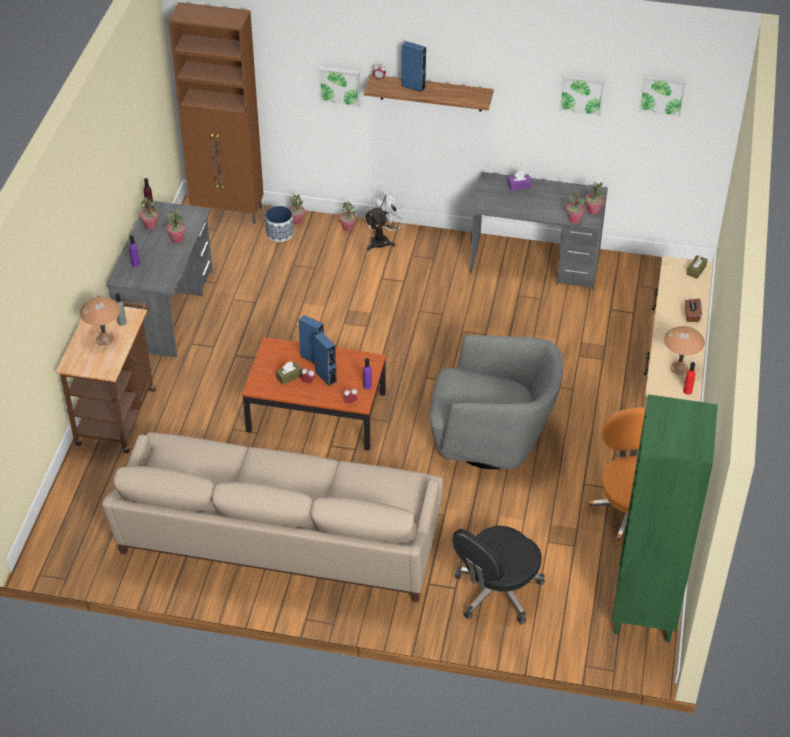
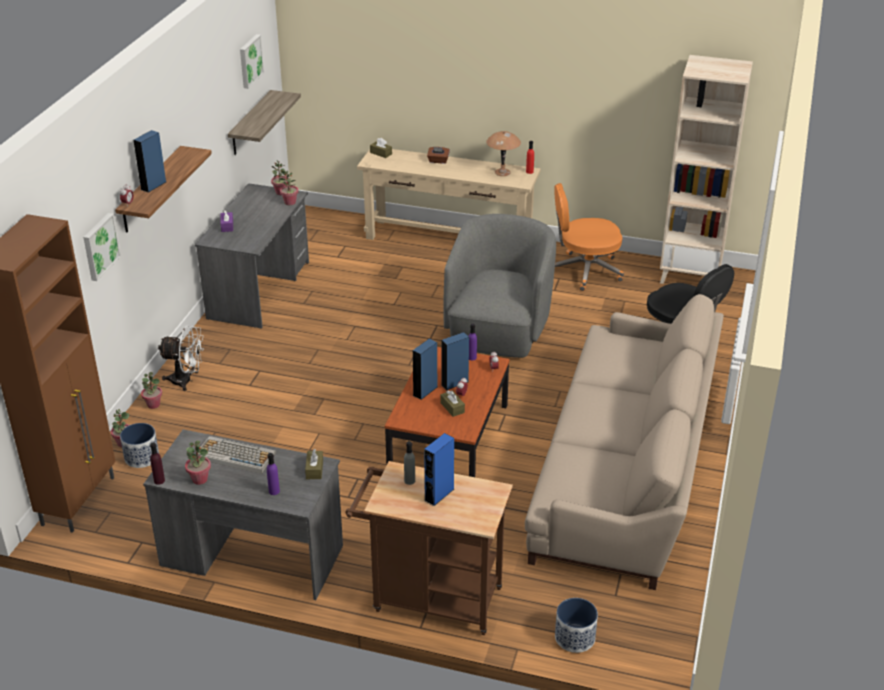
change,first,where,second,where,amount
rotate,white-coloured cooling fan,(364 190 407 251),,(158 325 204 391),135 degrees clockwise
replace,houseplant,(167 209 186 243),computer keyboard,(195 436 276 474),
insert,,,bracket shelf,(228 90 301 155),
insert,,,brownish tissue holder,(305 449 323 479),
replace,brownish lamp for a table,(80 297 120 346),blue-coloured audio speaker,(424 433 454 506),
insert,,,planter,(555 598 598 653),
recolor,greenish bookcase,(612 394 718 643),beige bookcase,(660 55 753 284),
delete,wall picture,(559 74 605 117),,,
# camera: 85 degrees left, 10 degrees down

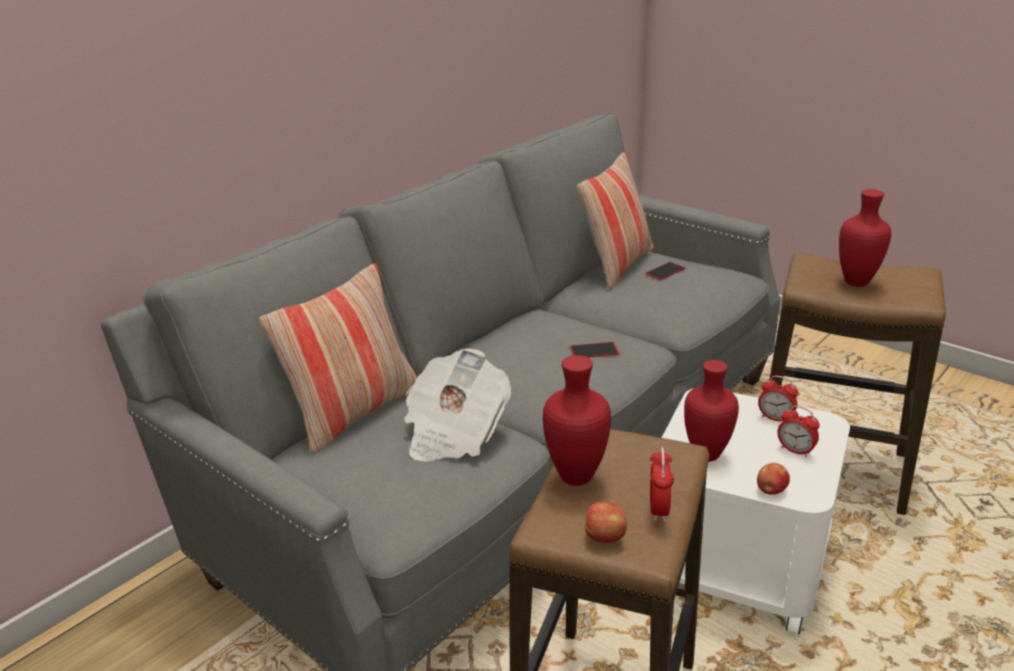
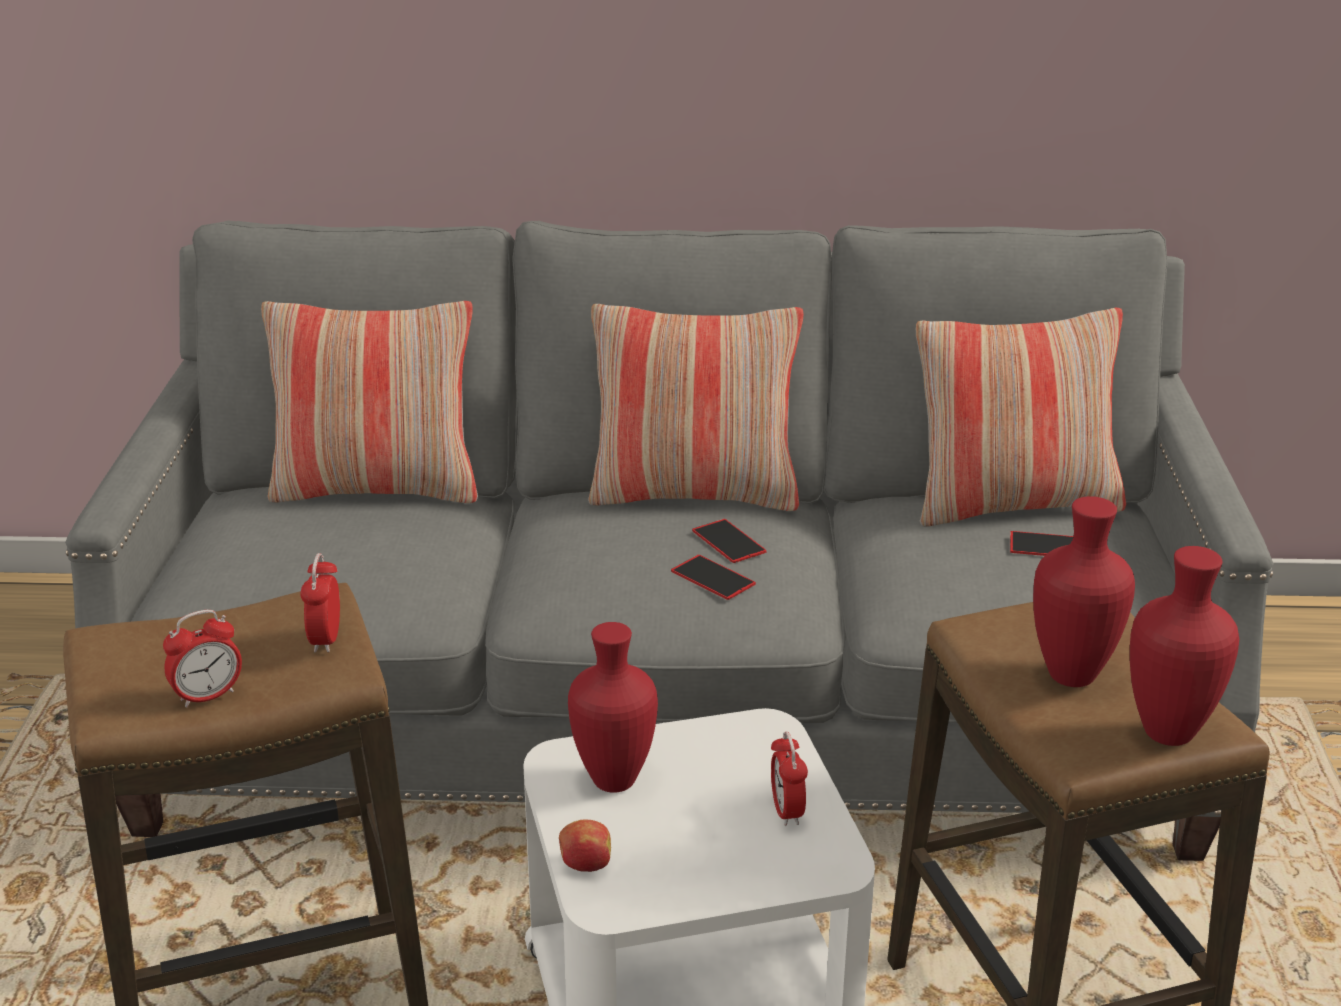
change,first,where,second,where,amount
move,alarm clock,(777 406 820 457),,(300 553 340 653),
insert,,,throw pillow,(588 304 803 511),
insert,,,phone,(692 519 766 563),
move,red decorative vase,(543 355 611 486),,(1130 546 1239 746),
delete,printed paper,(404 348 511 461),,,
delete,apple,(585 502 627 543),,,
# camera: 50 degrees right, 0 degrees up

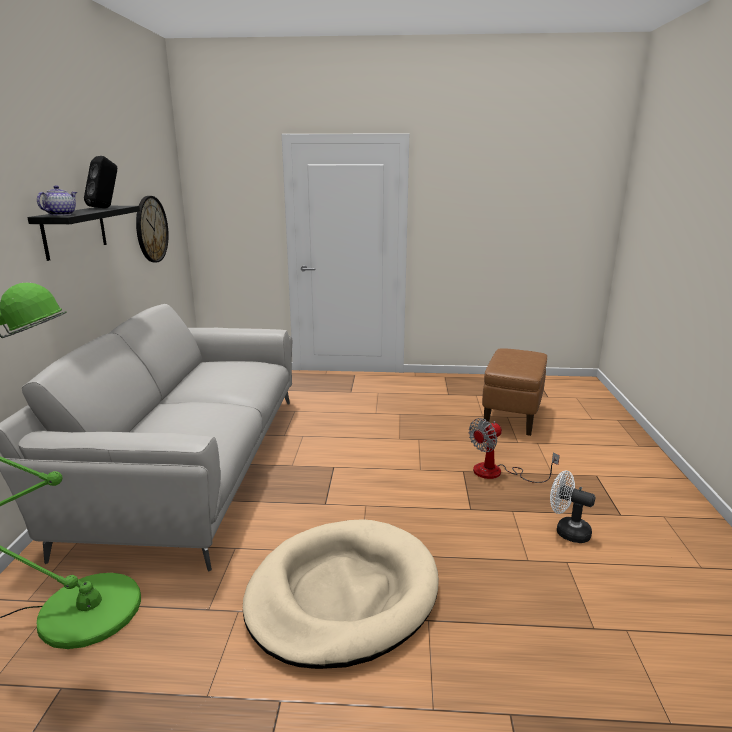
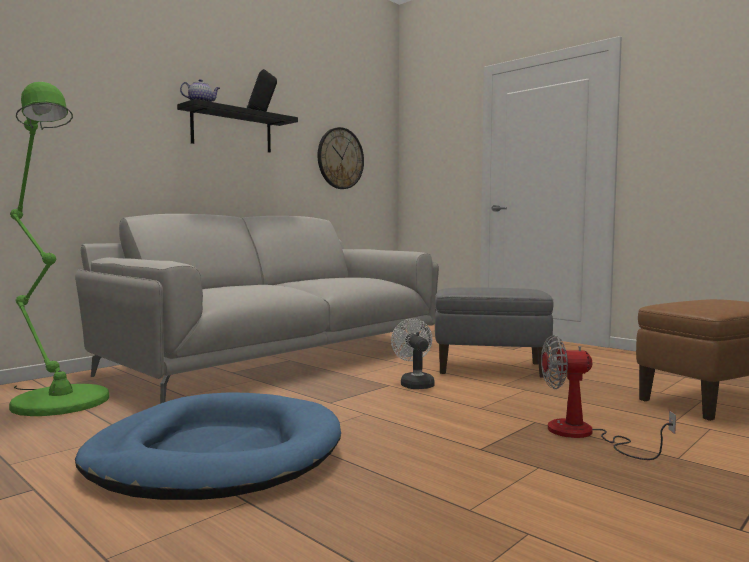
change,first,where,second,where,amount
recolor,beige dog cushion,(243 519 439 669),blue-coloured dog cushion,(75 392 341 500),
move,white-coloured cooling fan,(550 471 595 543),,(391 318 435 389),
insert,,,greyish pouffe,(435 287 553 378),
# camera: 40 degrees right, 15 degrees down

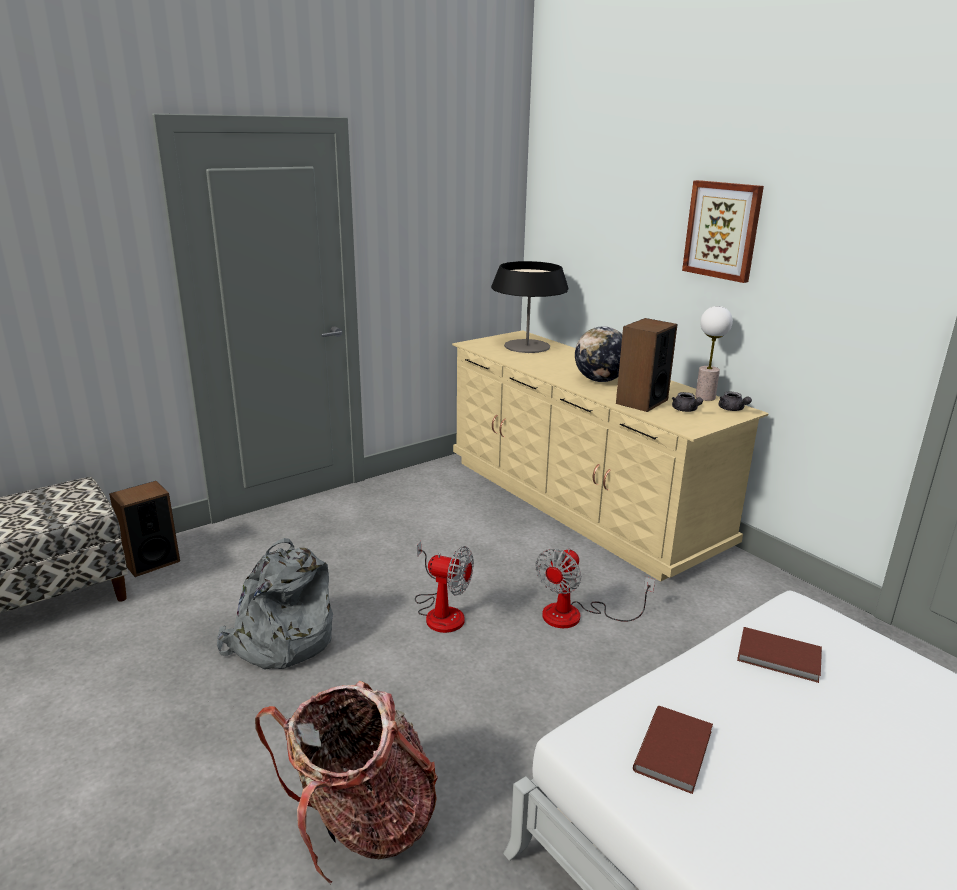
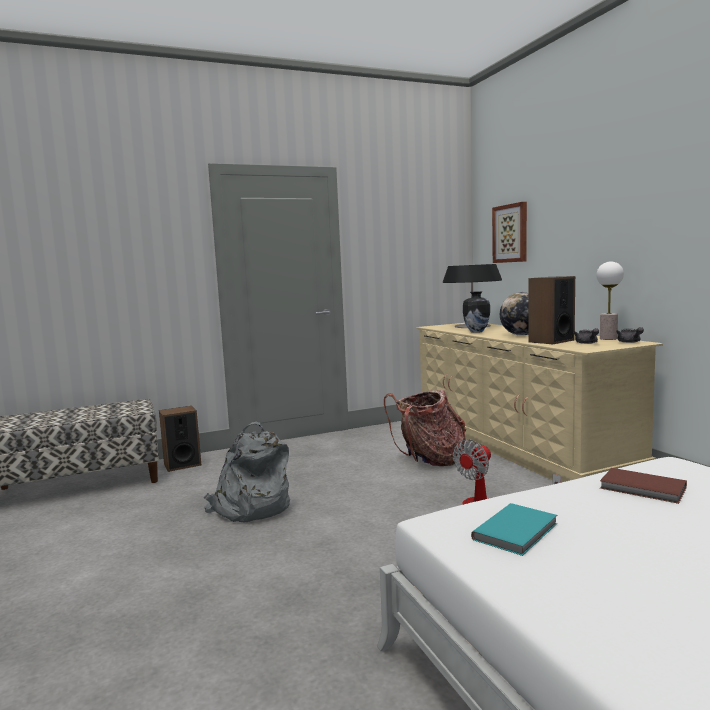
change,first,where,second,where,amount
move,knapsack,(255 680 438 884),,(384 390 466 466),
insert,,,decorative vase,(463 291 490 333),
recolor,brownish volume,(633 706 713 794),blue-green volume,(471 503 557 556),
move,wall picture,(682 180 764 283),,(492 202 527 263),
delete,cooling fan,(415 541 474 633),,,
# camera: 15 degrees right, 15 degrees down

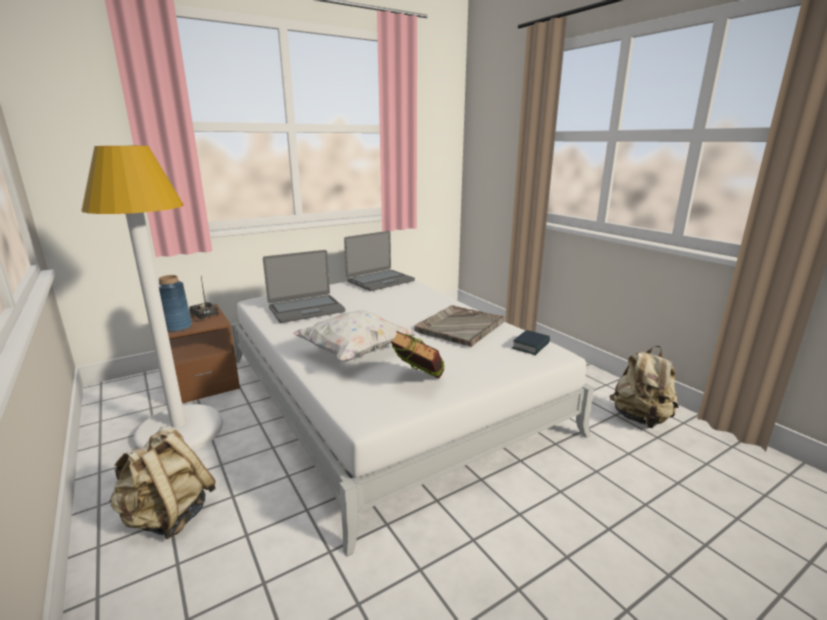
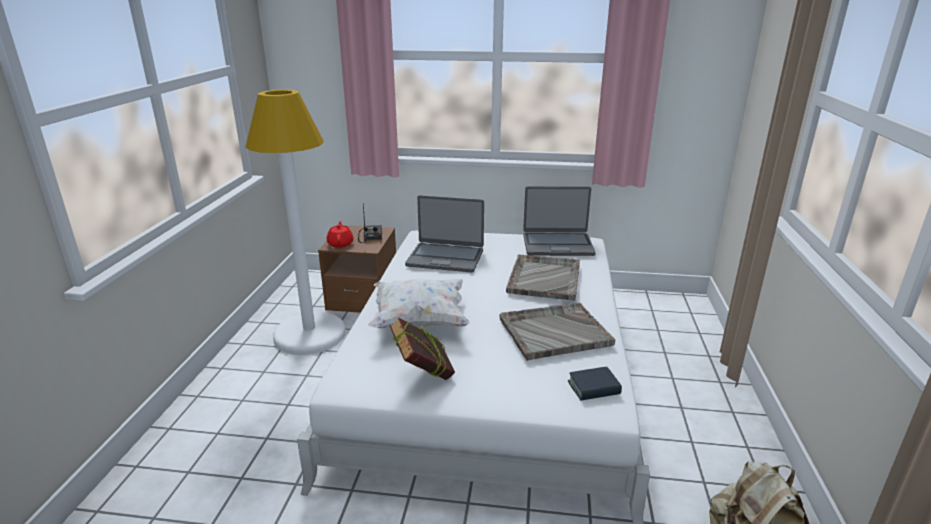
change,first,where,second,where,amount
replace,blue-coloured decorative vase,(158 275 192 332),red pot for tea,(327 221 353 248),
insert,,,greyish tray,(506 254 580 301),
delete,beige knapsack,(109 426 216 539),,,
# camera: 40 degrees right, 5 degrees up

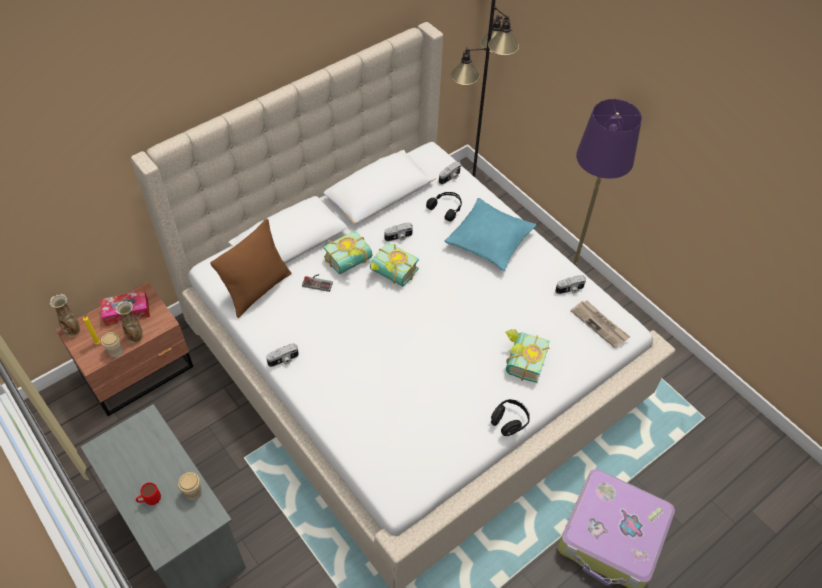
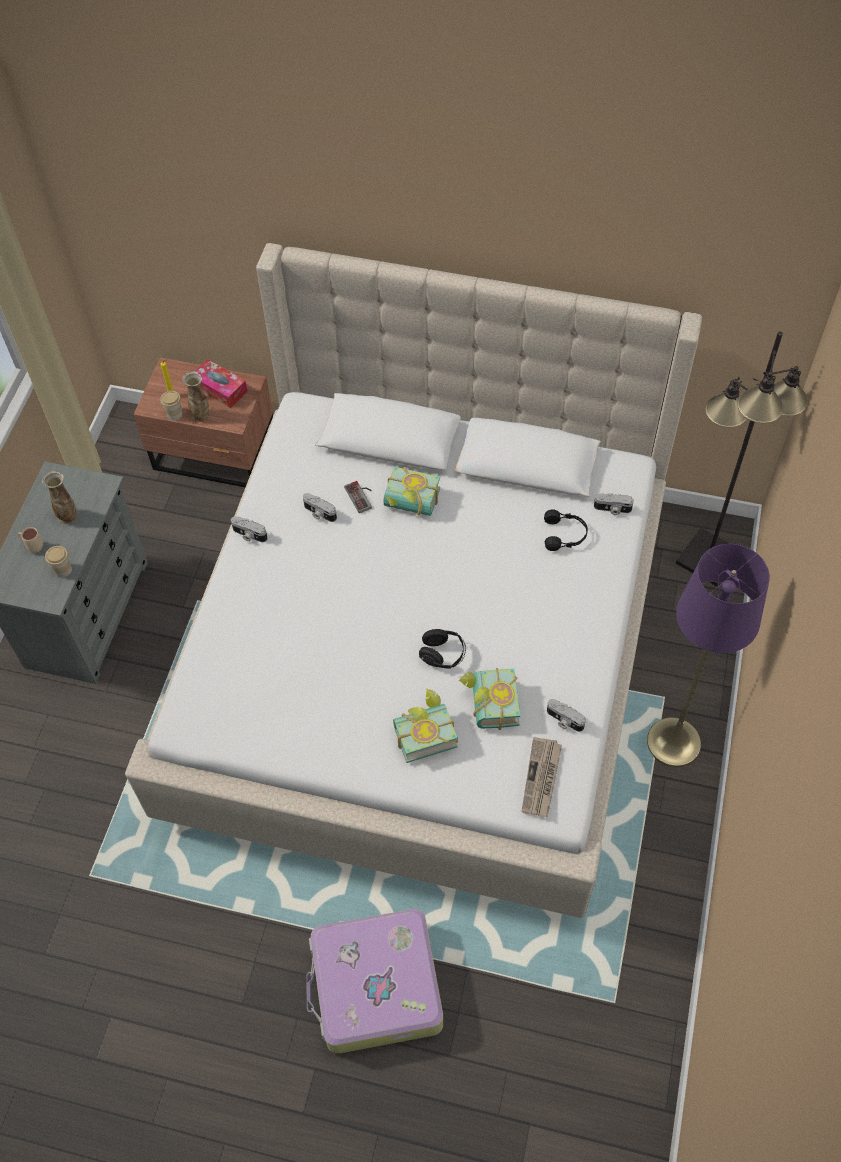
change,first,where,second,where,amount
recolor,red tea mug,(136 482 161 505),beige tea mug,(18 527 43 553),
move,decorative vase,(49 294 81 337),,(42 471 77 524),
move,photo camera,(384 222 413 241),,(303 493 337 522),
move,black-coloured headphones,(491 399 530 436),,(419 629 466 668),
move,volume,(370 242 419 287),,(459 668 520 730),
delete,brownish throw pillow,(210 219 291 318),,,
delete,blue-green throw pillow,(445 198 536 271),,,
# camera: 55 degrees right, 5 degrees up

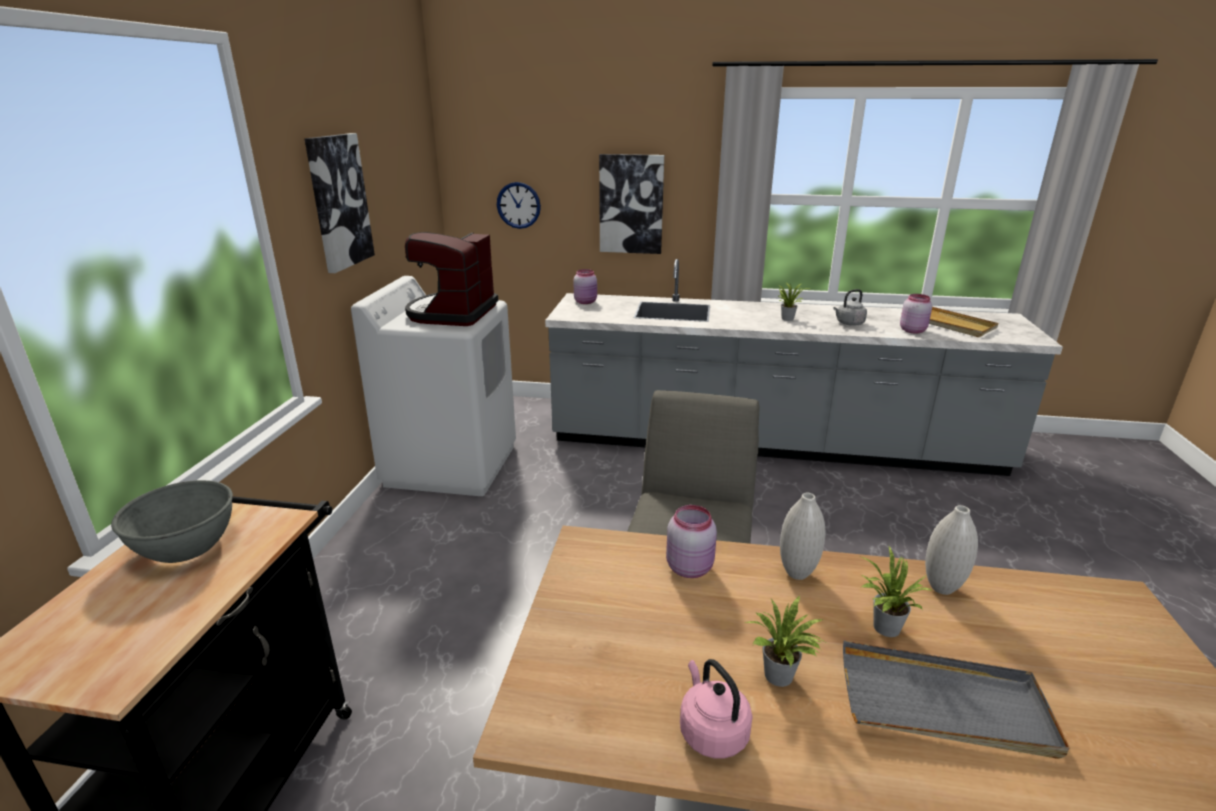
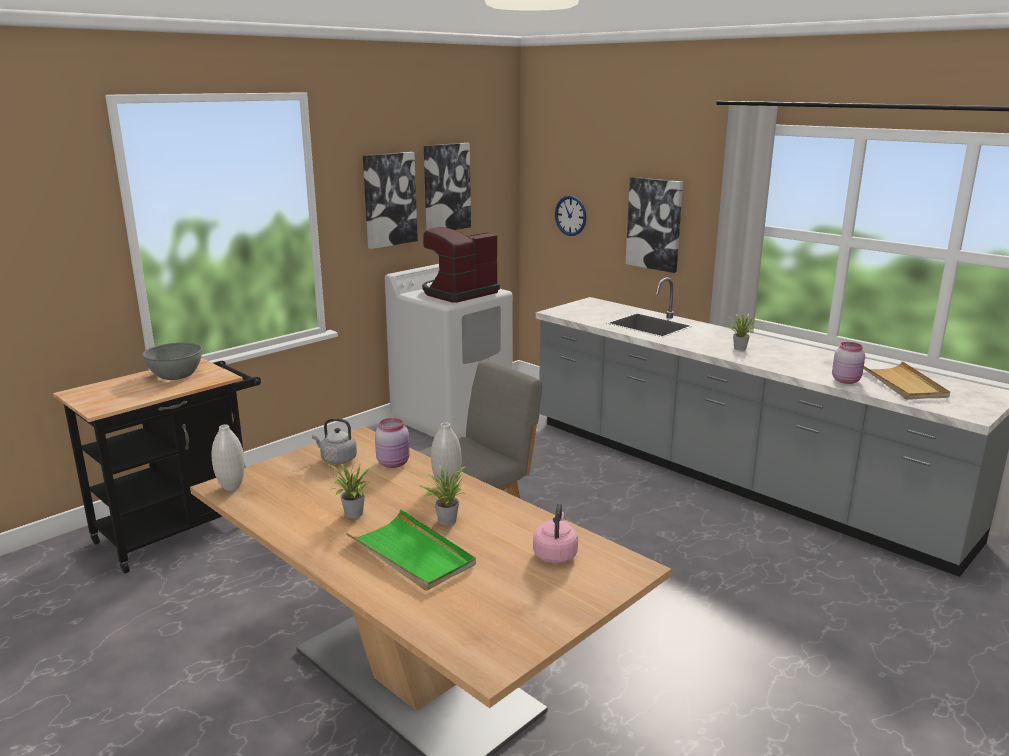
change,first,where,second,where,amount
move,white-coloured decorative vase,(925 505 978 595),,(211 424 245 491),
move,greyish tea kettle,(833 289 867 326),,(312 418 357 464),
recolor,greyish tray,(843 641 1069 759),greenish tray,(346 509 476 591),
insert,,,wall picture,(424 143 471 231),
move,pink-coloured tea kettle,(680 659 753 759),,(533 503 578 563),
delete,pink-coloured preserve jar,(573 269 597 304),,,
# camera: 35 degrees right, 5 degrees down

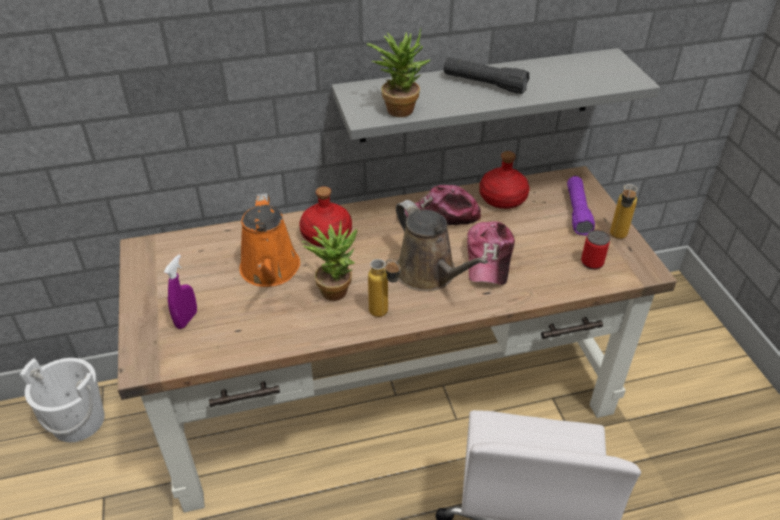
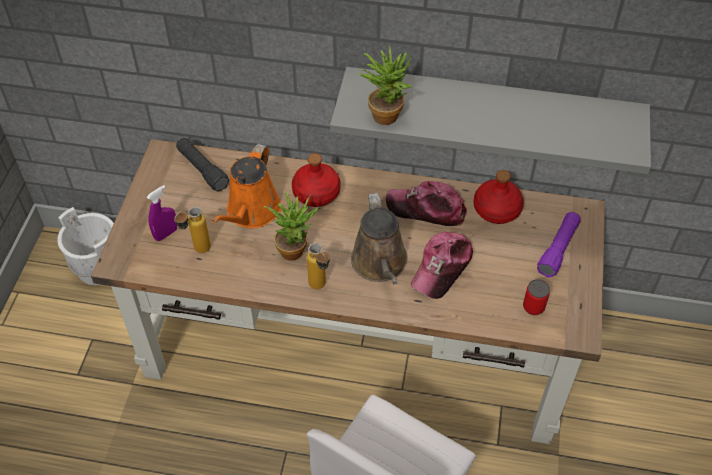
change,first,where,second,where,amount
move,bottle,(610 184 638 239),,(174 207 211 253),
move,black-coloured hand torch,(444 57 529 94),,(176 138 229 192),
# camera: 25 degrees right, 10 degrees up

